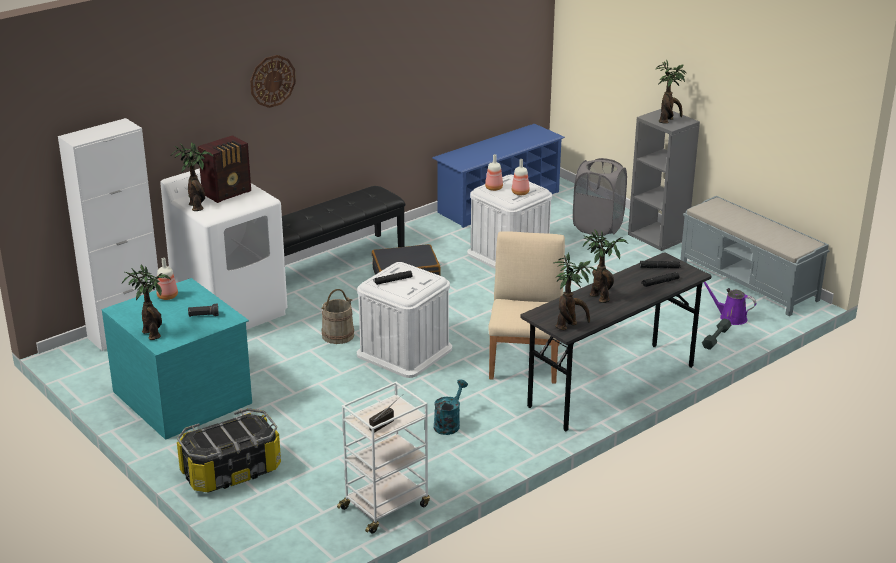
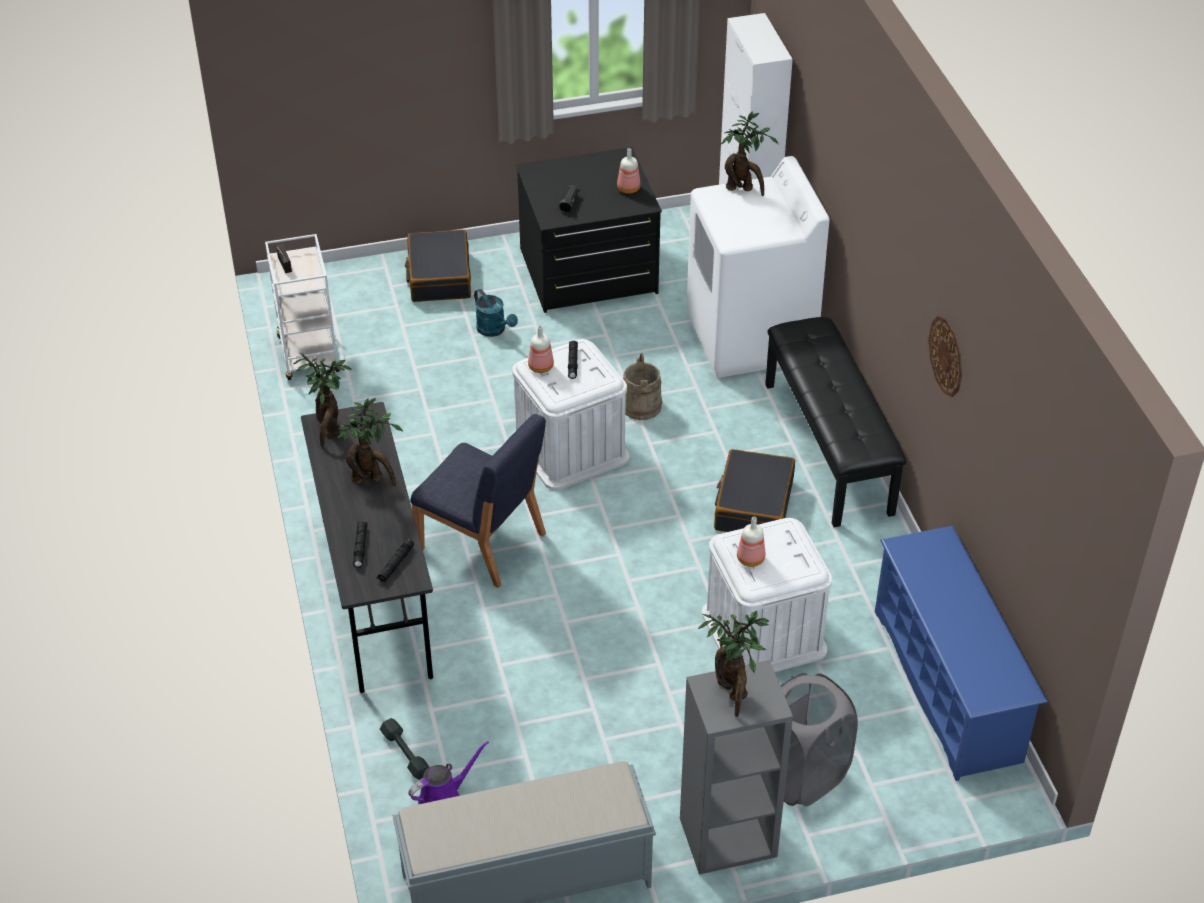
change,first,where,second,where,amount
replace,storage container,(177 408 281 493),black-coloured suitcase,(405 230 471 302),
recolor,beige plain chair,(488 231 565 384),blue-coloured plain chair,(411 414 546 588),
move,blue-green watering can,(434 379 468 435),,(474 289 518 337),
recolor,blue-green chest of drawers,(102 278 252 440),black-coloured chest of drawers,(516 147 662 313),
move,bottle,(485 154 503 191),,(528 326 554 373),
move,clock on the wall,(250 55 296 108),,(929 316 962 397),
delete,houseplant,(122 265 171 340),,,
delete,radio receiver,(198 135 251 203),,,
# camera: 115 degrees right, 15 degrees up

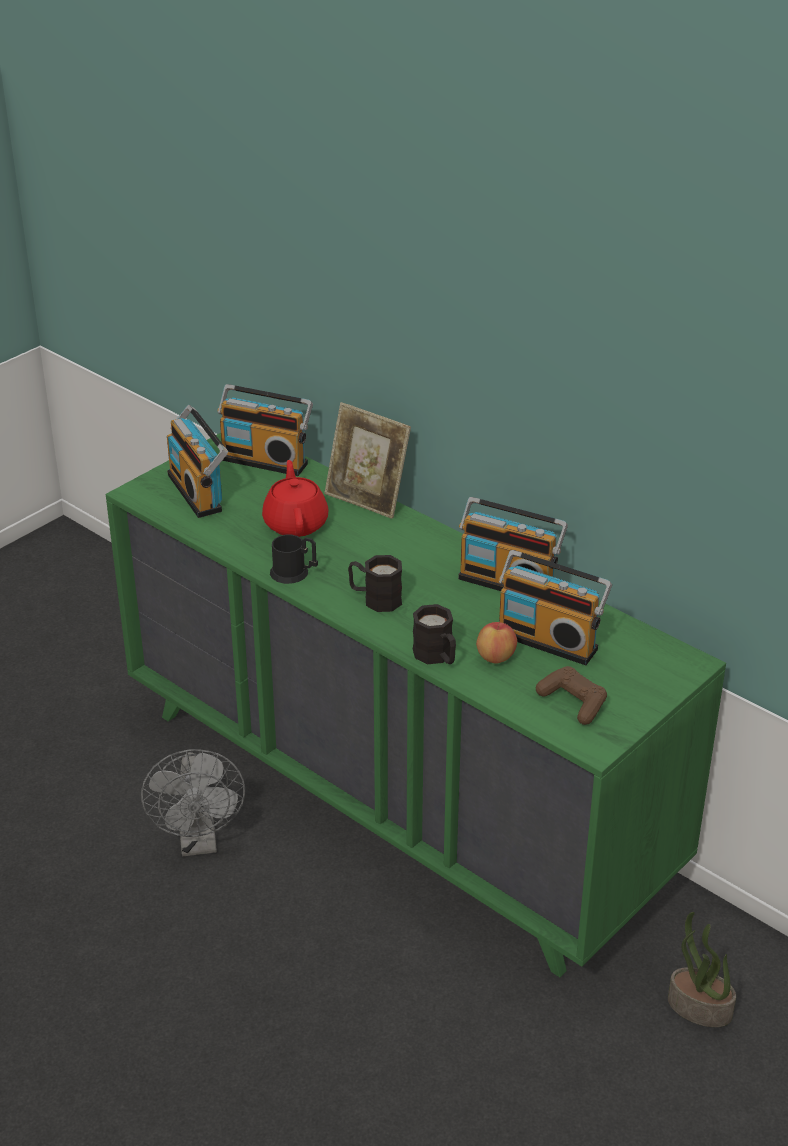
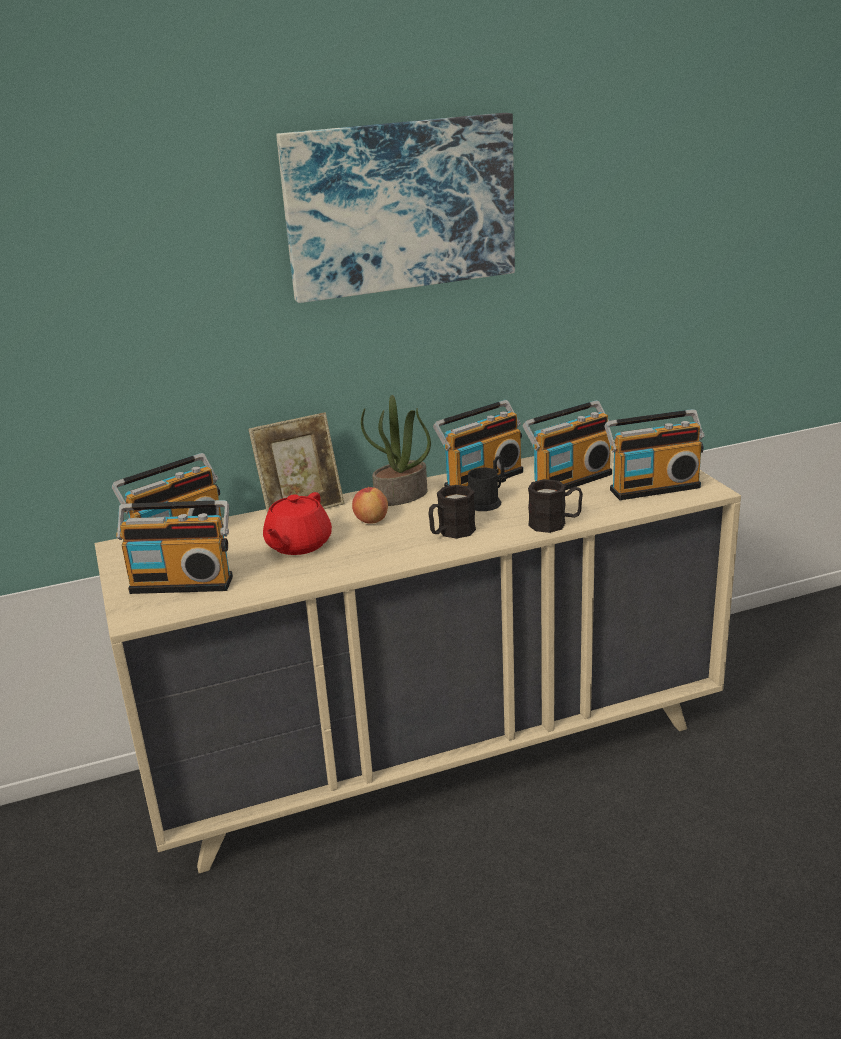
change,first,where,second,where,amount
recolor,greenish chest of drawers,(106 433 726 977),beige chest of drawers,(95 451 741 873),
rotate,red pot for tea,(262 460 328 537),,(263 492 332 555),90 degrees counterclockwise
insert,,,wall picture,(276 113 515 303),
move,apple,(476 622 517 664),,(352 486 388 524),
move,houseplant,(668 912 736 1027),,(361 395 431 506),
move,black-coloured tea mug,(270 535 318 584),,(468 455 506 511),
replace,brownish game controller,(536 666 607 725),radio receiver,(604 409 705 500),
delete,greyish cooling fan,(141 749 245 856),,,
# camera: 60 degrees left, 10 degrees down

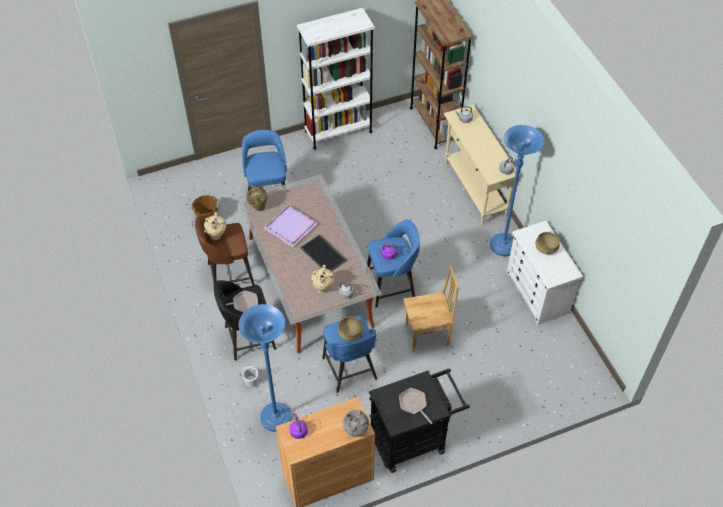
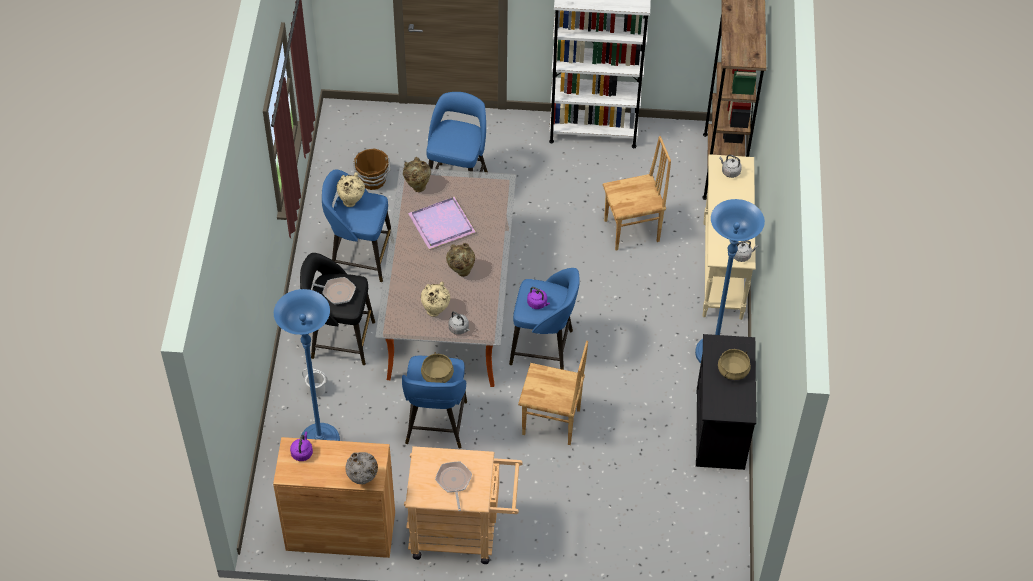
change,first,where,second,where,amount
recolor,brownish stool,(195 215 255 286),blue-coloured stool,(322 169 391 282),
recolor,black-coloured cart,(369 368 470 473),beige cart,(404 446 523 564),
replace,tray,(300 234 347 271),beige decorative vase,(446 243 475 277),
insert,,,brownish plain chair,(603 136 671 251),
recolor,white-coloured chest of drawers,(507 221 583 325),black-coloured chest of drawers,(696 334 756 470),
# camera: 25 degrees right, 0 degrees up

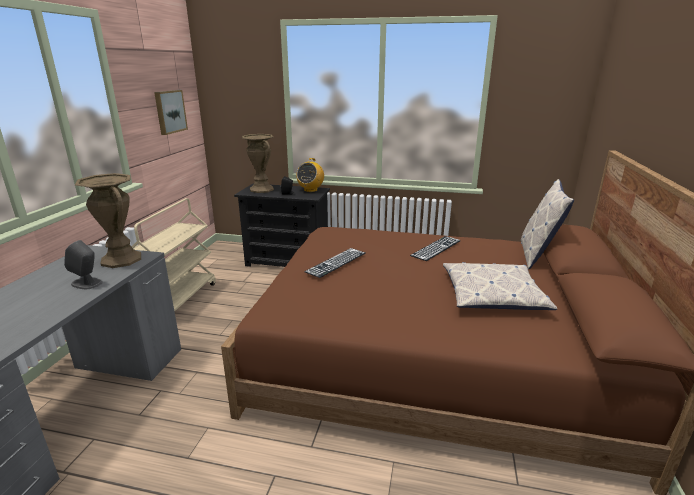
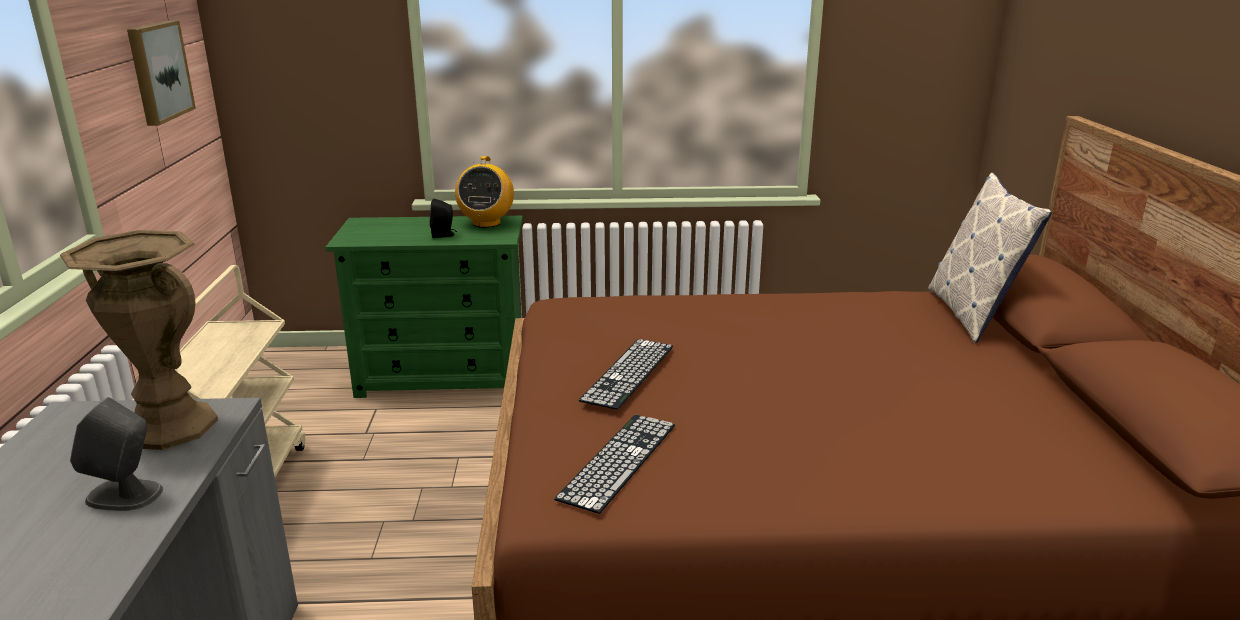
change,first,where,second,where,amount
recolor,black-coloured chest of drawers,(234 184 330 267),greenish chest of drawers,(325 216 523 398),
move,computer keyboard,(410 236 461 261),,(554 415 675 514),
delete,brownish decorative vase,(242 134 274 193),,,
delete,throw pillow,(443 262 557 310),,,
# camera: 15 degrees left, 0 degrees up

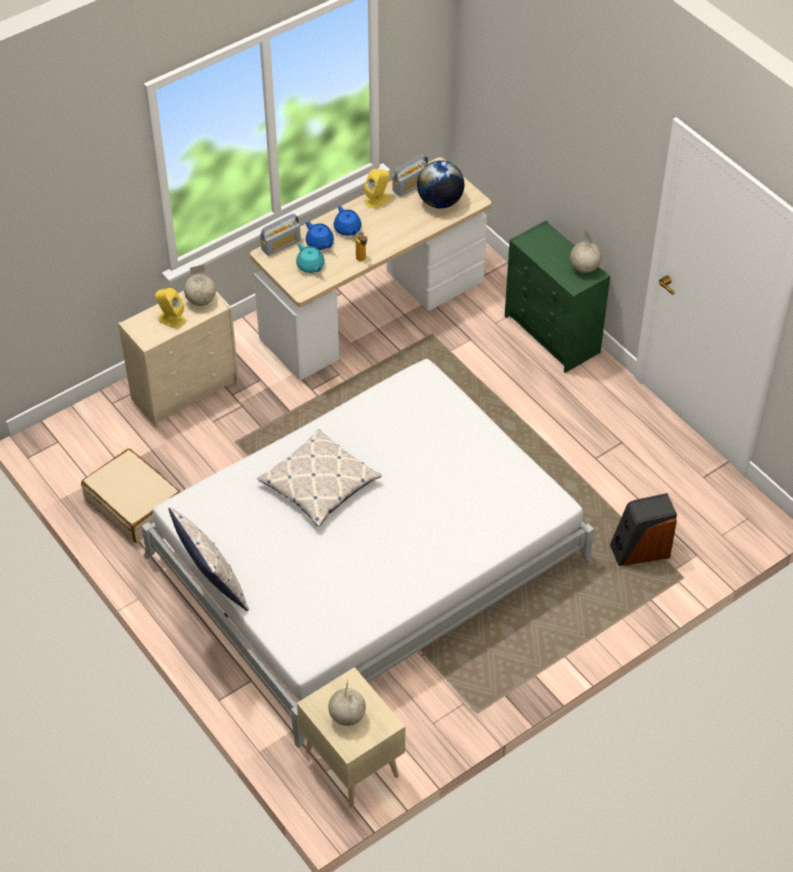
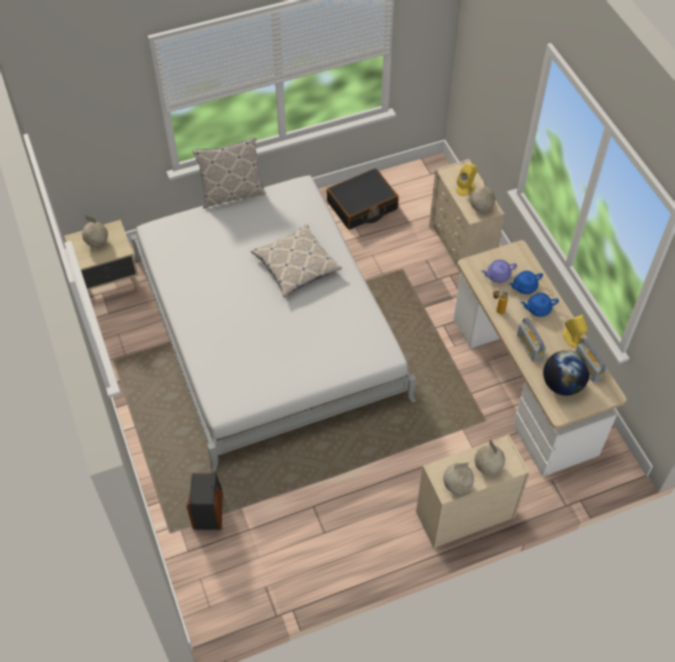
change,first,where,second,where,amount
recolor,beige suitcase,(81 448 180 543),black-coloured suitcase,(327 168 399 230),
recolor,greenish chest of drawers,(505 220 610 373),beige chest of drawers,(416 434 530 549),
insert,,,desk globe,(475 439 505 475),
recolor,blue-green pot for tea,(296 243 325 273),purple-coloured pot for tea,(481 260 517 283),
move,radio receiver,(260 214 301 256),,(517 317 546 362),
# camera: 105 degrees right, 5 degrees up

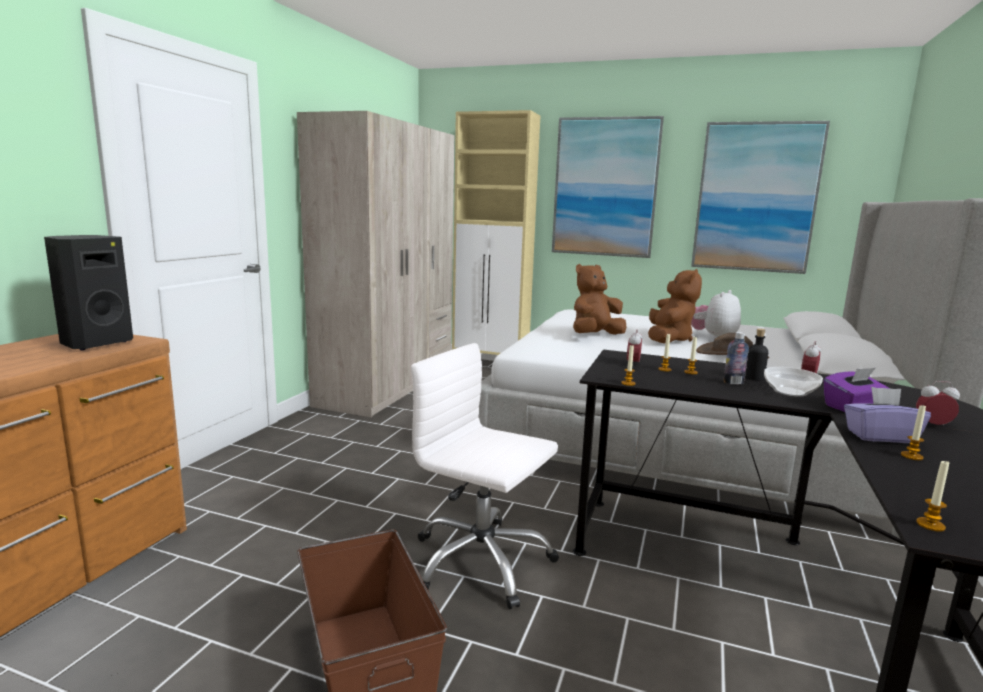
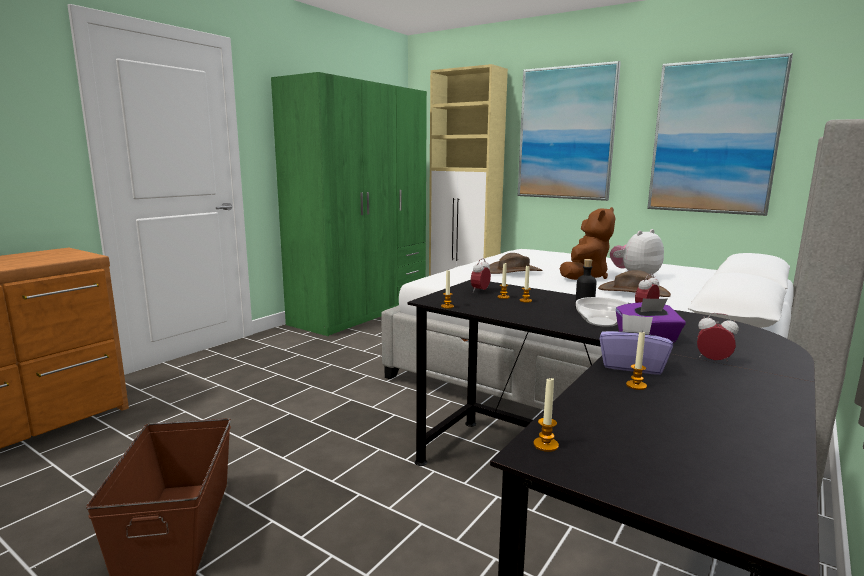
change,first,where,second,where,amount
recolor,beige wardrobe,(297 111 454 417),greenish wardrobe,(271 72 427 336),
replace,brownish plush toy,(573 264 627 335),brownish wearable hat,(489 253 543 274),
delete,black-coloured audio speaker,(44 235 133 350),,,
delete,white-coloured computer chair,(411 343 559 609),,,
delete,bottle,(724 332 749 385),,,
# camera: 15 degrees right, 0 degrees up

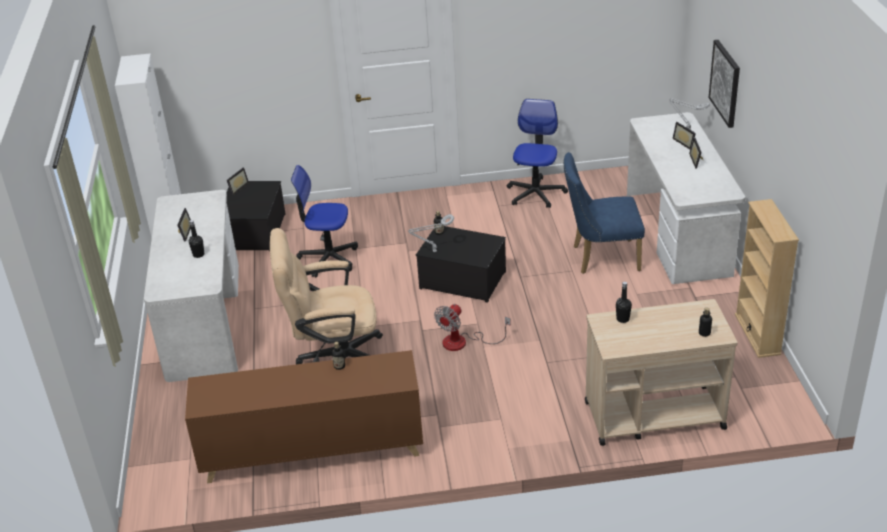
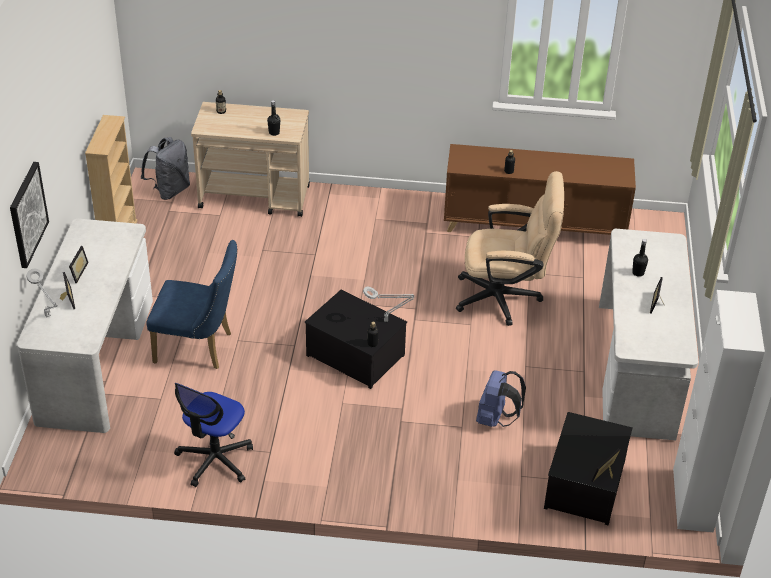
change,first,where,second,where,amount
insert,,,greyish knapsack,(141 137 190 200),
replace,computer chair,(291 165 358 278),blue-coloured knapsack,(476 370 526 427),
delete,cooling fan,(434 304 511 351),,,
# camera: 170 degrees left, 5 degrees up

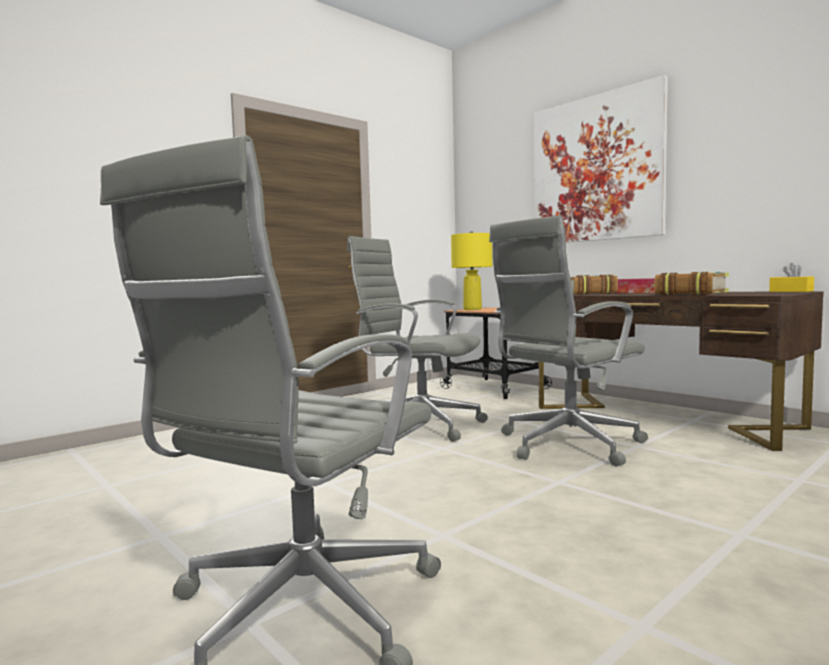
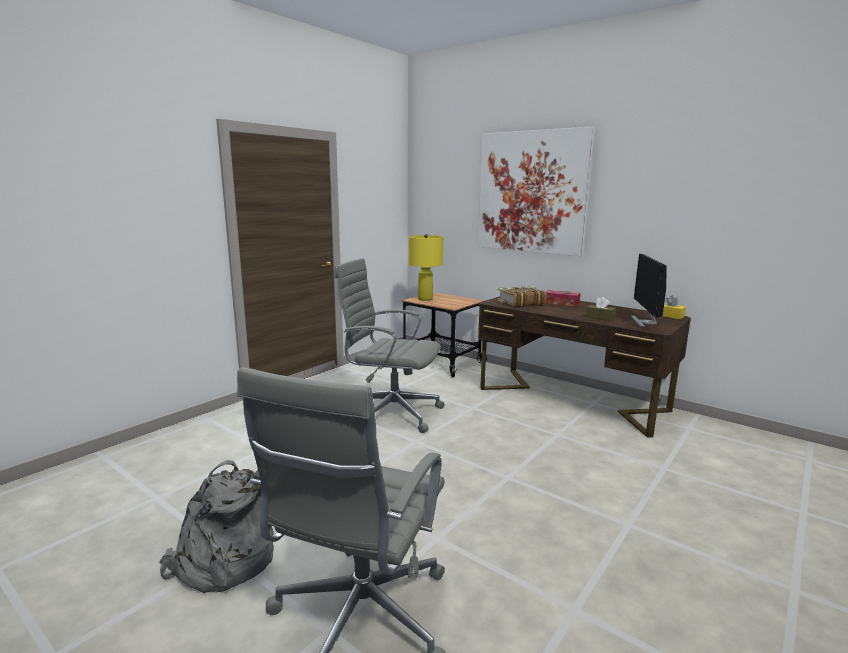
change,first,where,second,where,amount
insert,,,greyish knapsack,(159 460 274 593),
replace,volume,(655 272 729 295),brownish tissue holder,(586 297 616 321),
insert,,,monitor,(631 254 666 328),
delete,greyish computer chair,(489 215 648 466),,,
# camera: 10 degrees left, 10 degrees up

